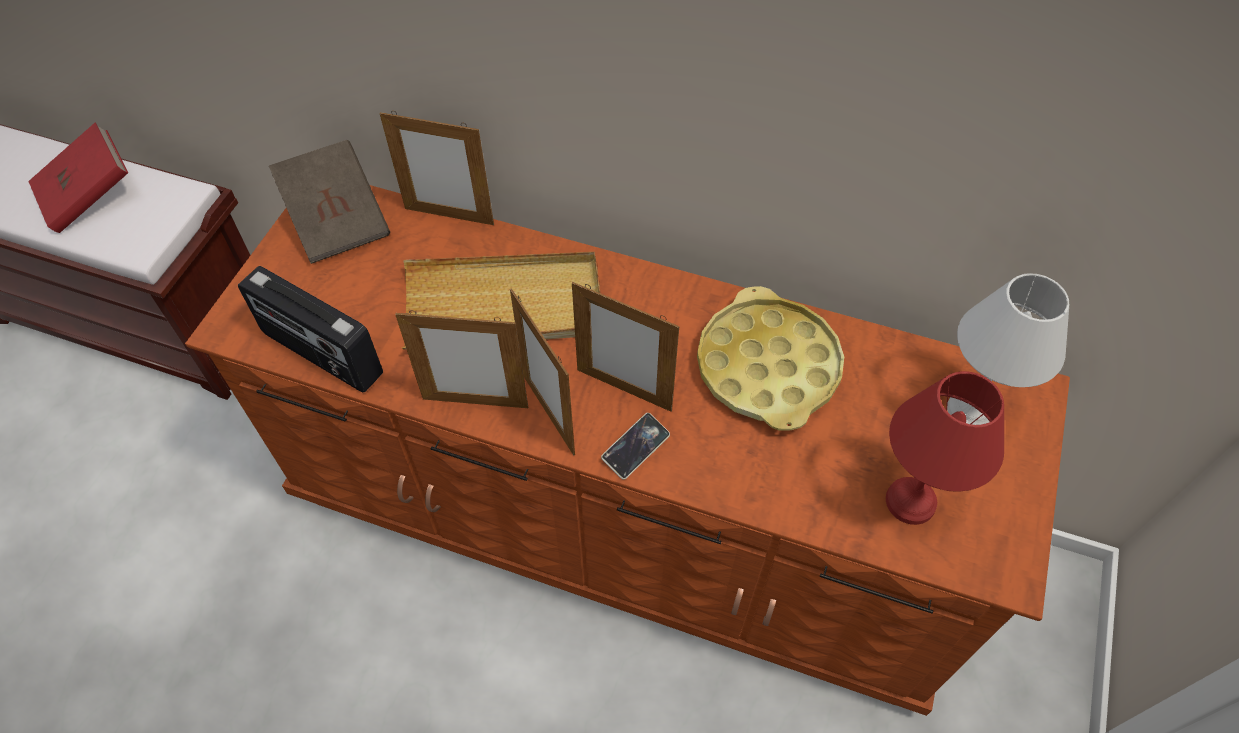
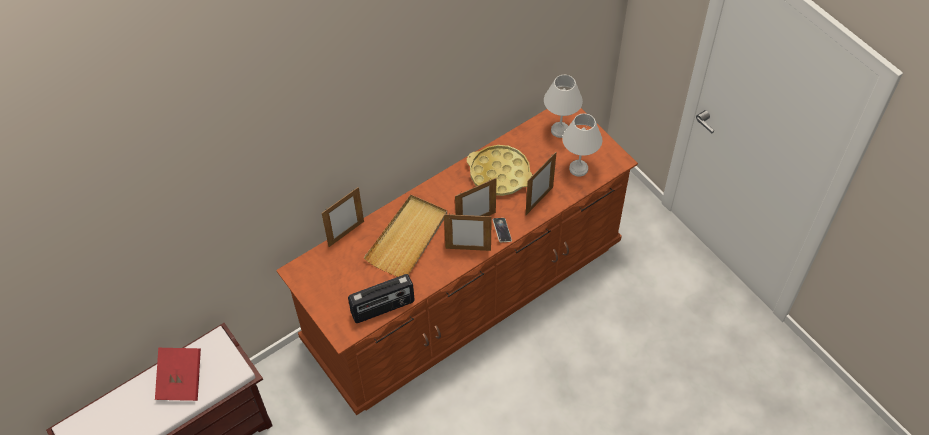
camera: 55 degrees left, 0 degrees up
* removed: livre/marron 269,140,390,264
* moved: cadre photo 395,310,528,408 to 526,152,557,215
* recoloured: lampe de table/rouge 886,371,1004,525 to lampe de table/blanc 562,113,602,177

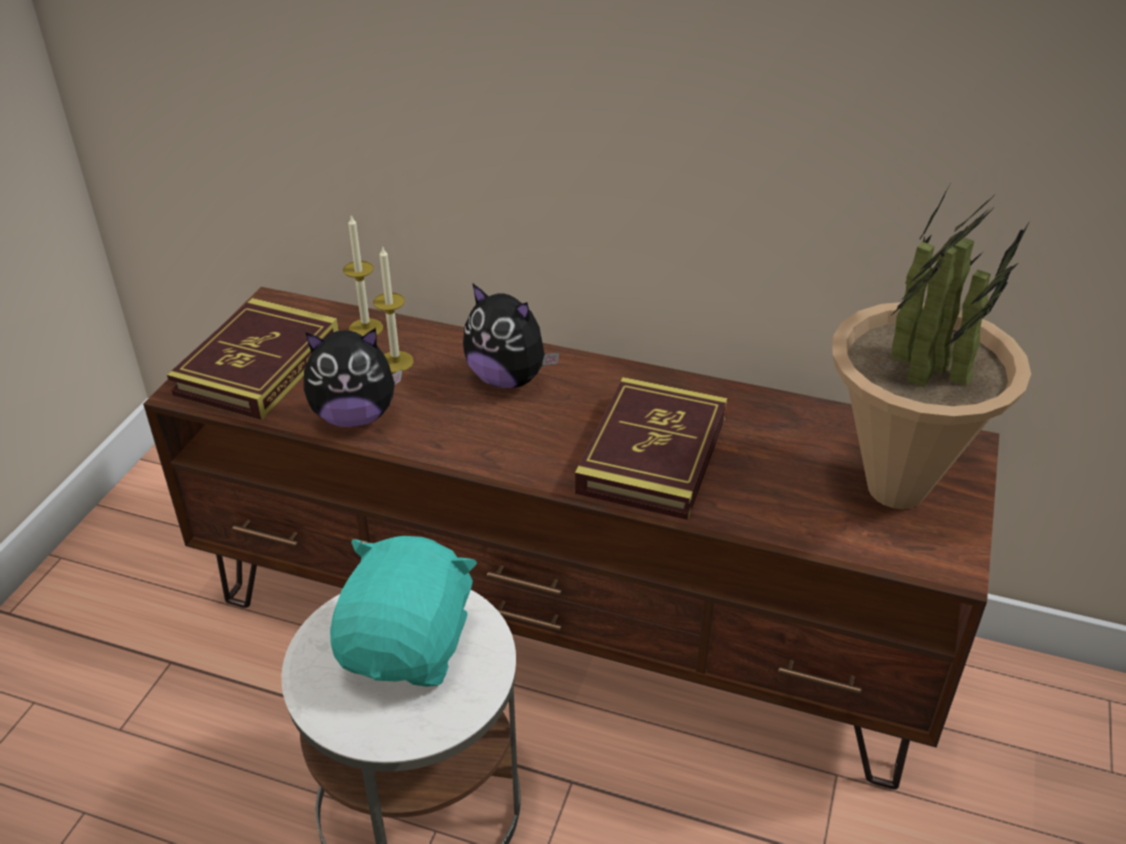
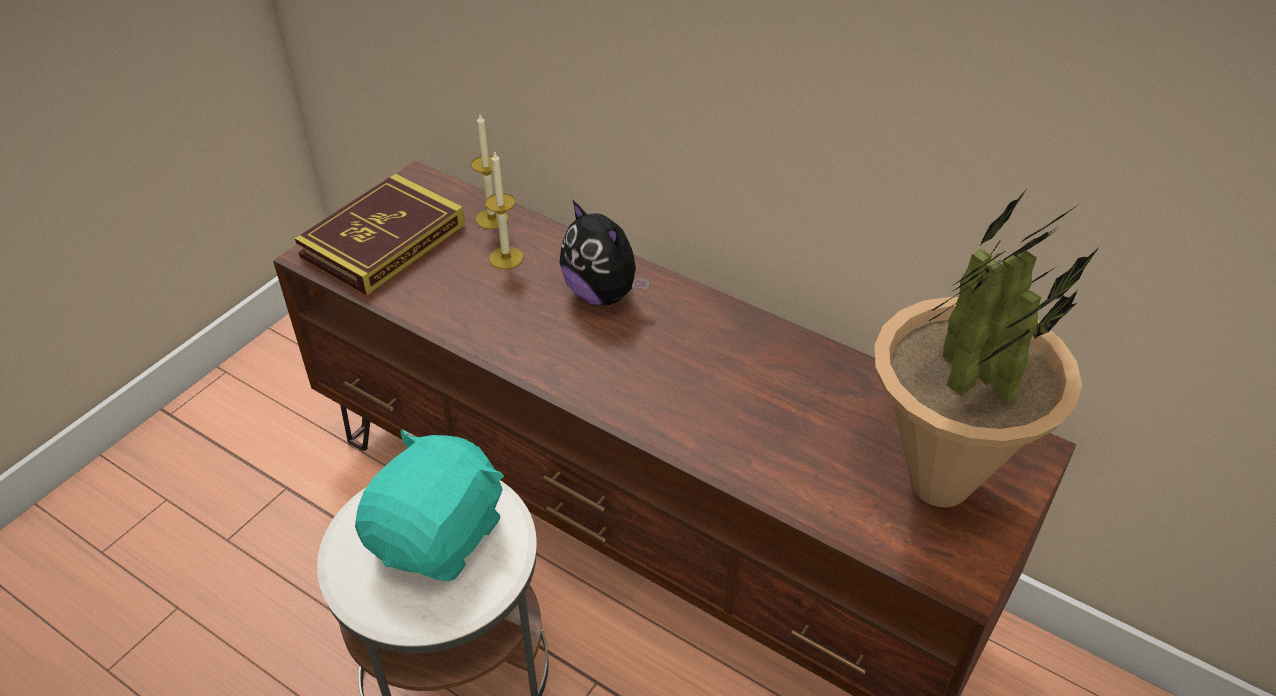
camera: 15 degrees right, 5 degrees up
* removed: peluche 304,328,402,427
* removed: livre 575,377,727,520

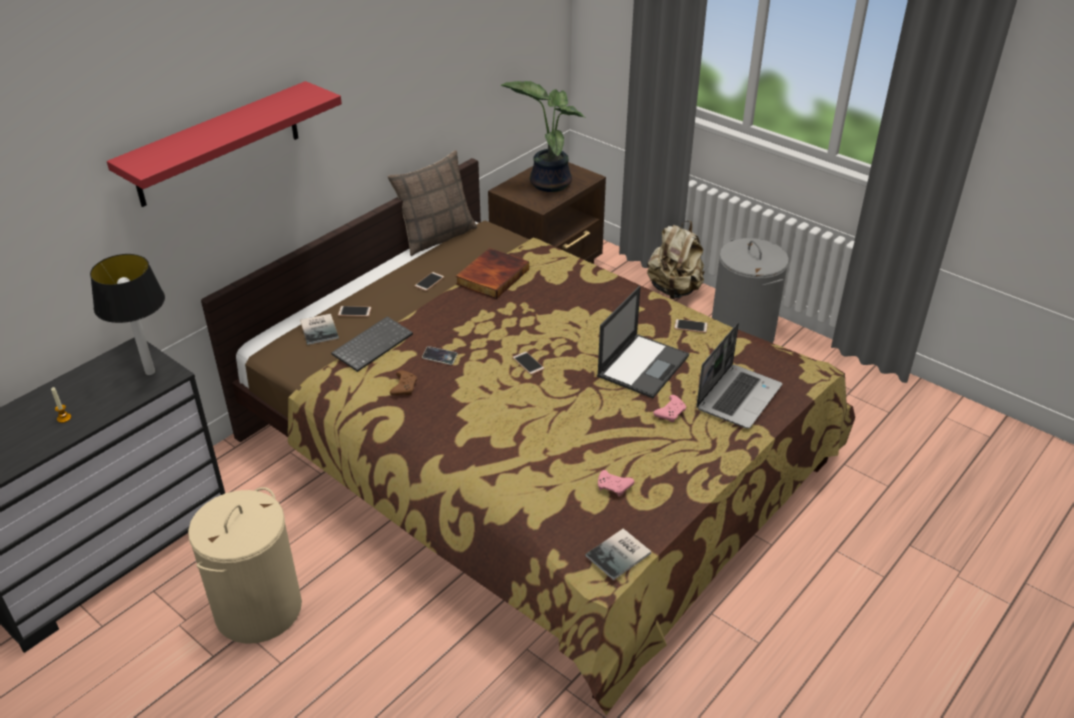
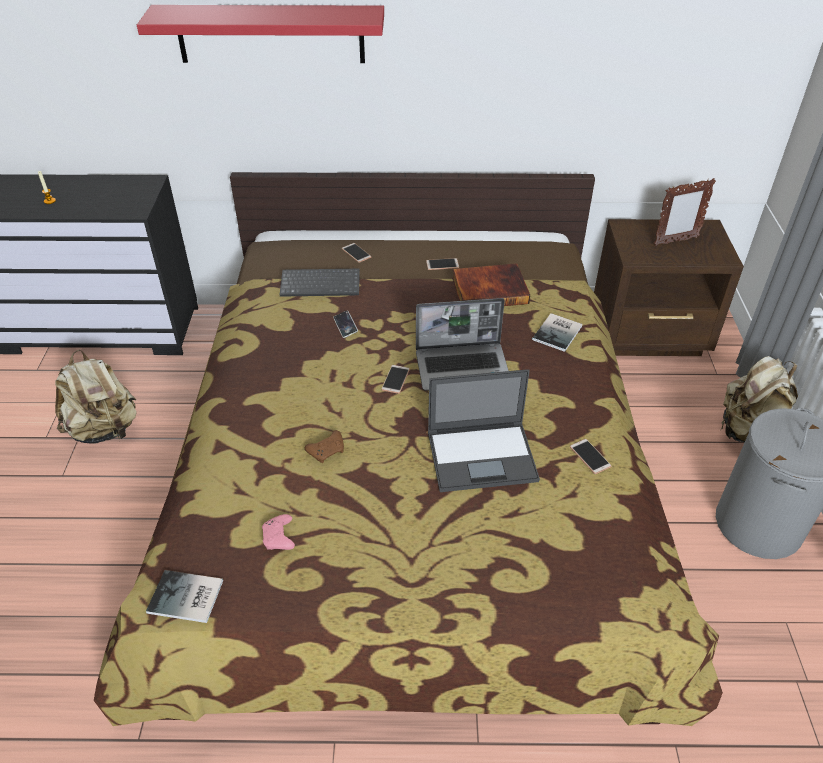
camera: 50 degrees right, 5 degrees up
* removed: lampe de table 90,254,165,375
* replaced: panier à linge/beige 188,487,302,644 to sac à dos/beige 55,349,137,444
* moved: livre 300,314,339,345 to 532,313,582,352
* removed: coussin 387,150,477,256
* moved: manette/marron 390,370,417,396 to 305,430,344,463
* replaced: plante en pot 501,81,586,192 to cadre photo 654,178,716,246
* removed: manette/rose 653,395,686,422
* moved: ordinateur portable 696,323,782,429 to 416,298,509,391

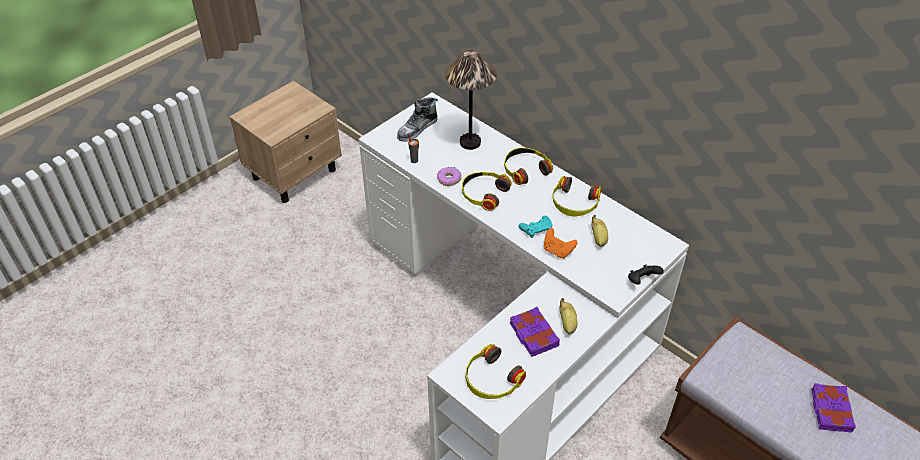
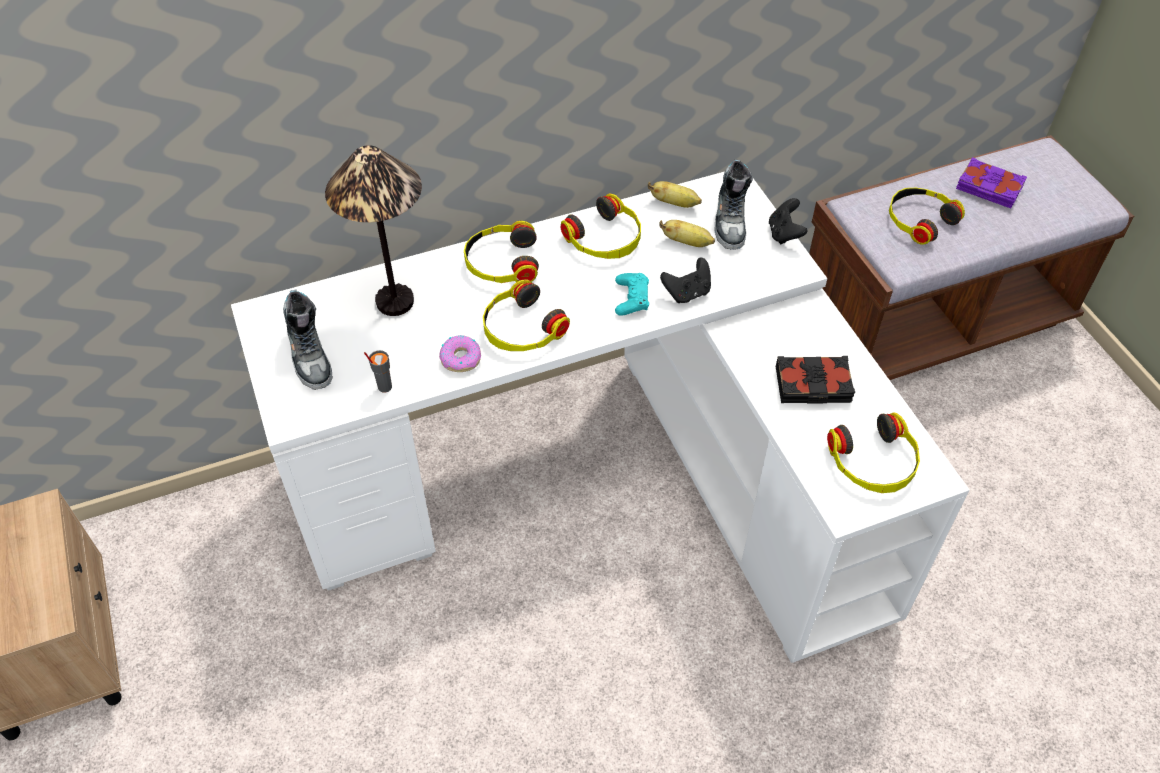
camera: 65 degrees left, 5 degrees up
* recoloured: livre/violet 510,307,560,357 to livre/noir 776,356,855,403
* recoloured: manette/orange 544,228,578,258 to manette/noir 660,258,711,303
* moved: banane 559,298,578,335 to 648,181,702,208
* added: chaussure 714,160,753,250
* added: casque audio 889,188,965,245

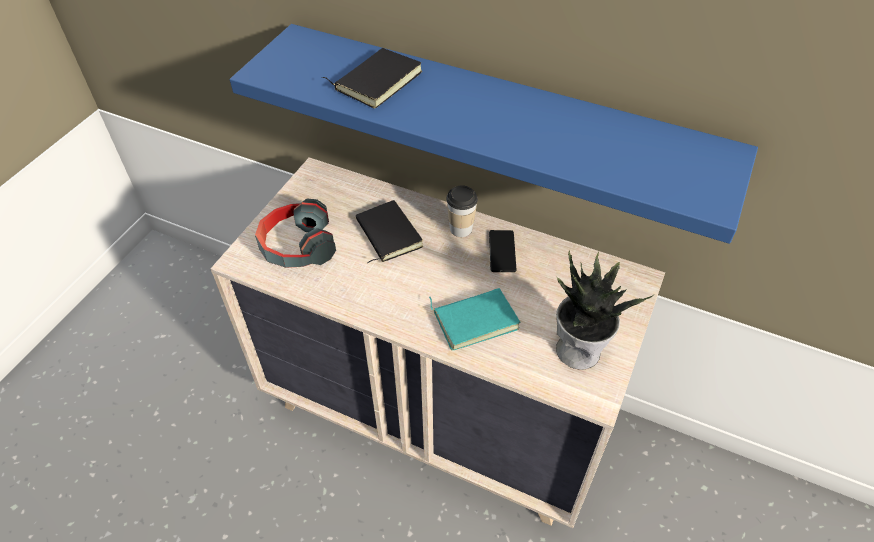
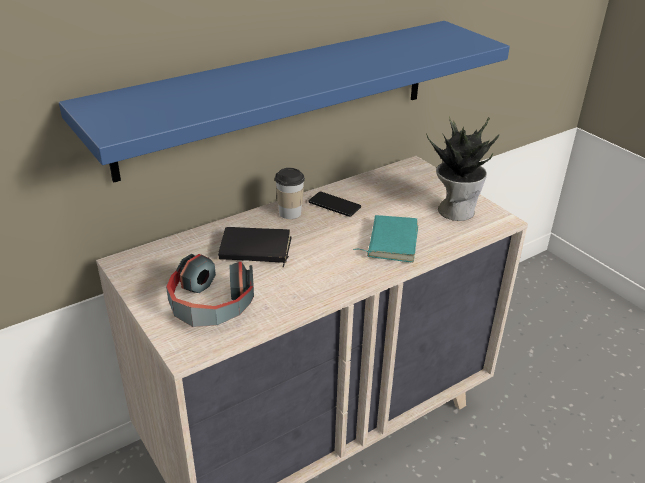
camera: 60 degrees left, 15 degrees down
* removed: livre/noir 322,48,422,108

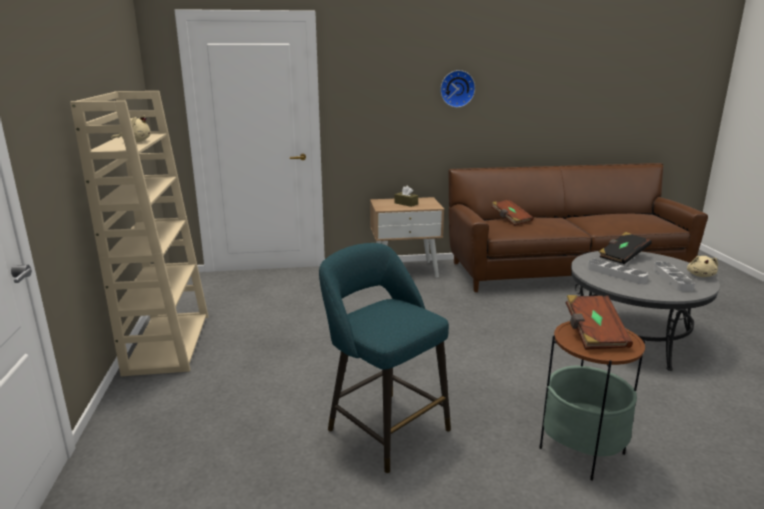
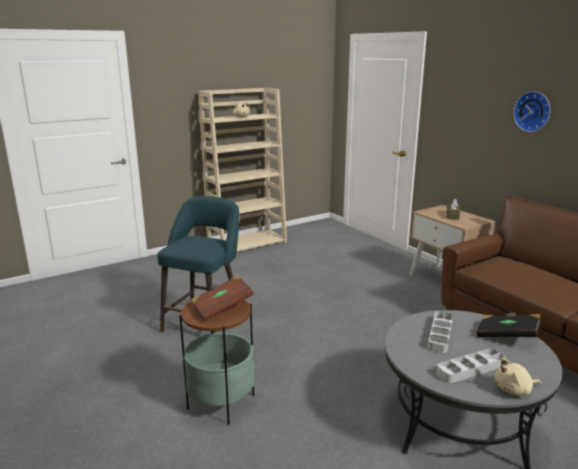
camera: 65 degrees right, 0 degrees up
* removed: livre/marron 491,200,533,226

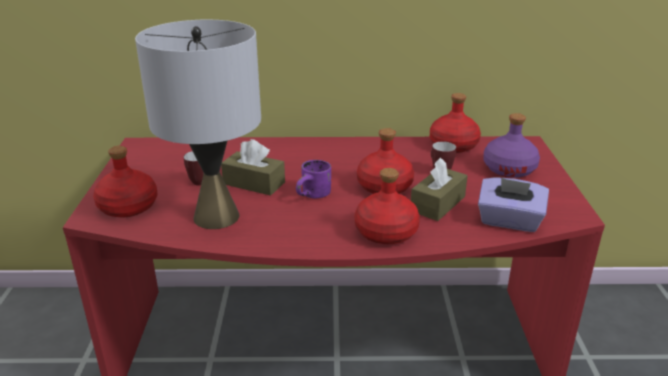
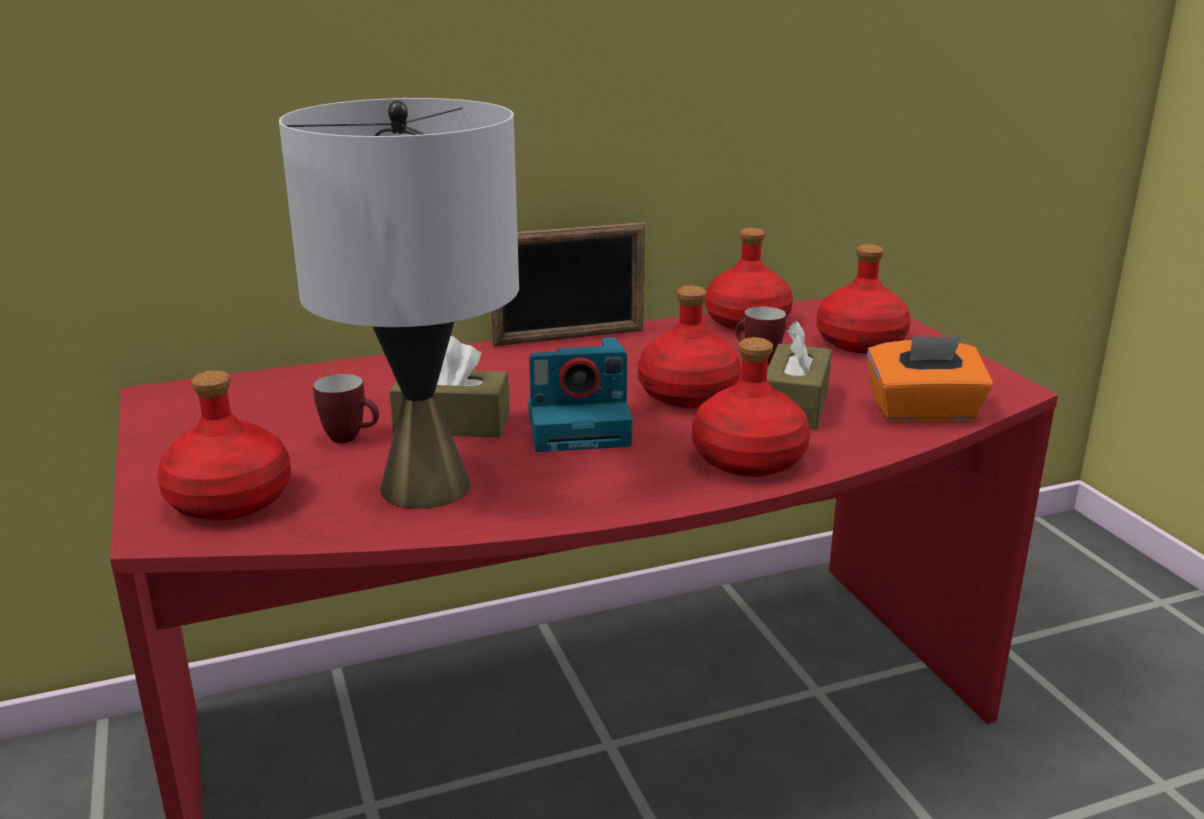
camera: 20 degrees left, 5 degrees down
* replaced: mug/violet 296,160,331,198 to appareil photo 528,337,633,452
* recoloured: boîte à mouchoirs/violet 478,177,549,232 to boîte à mouchoirs/orange 867,336,993,422
* recoloured: bouteille/violet 483,113,540,178 to bouteille/rouge 816,244,911,353
* added: cadre photo 490,222,645,346

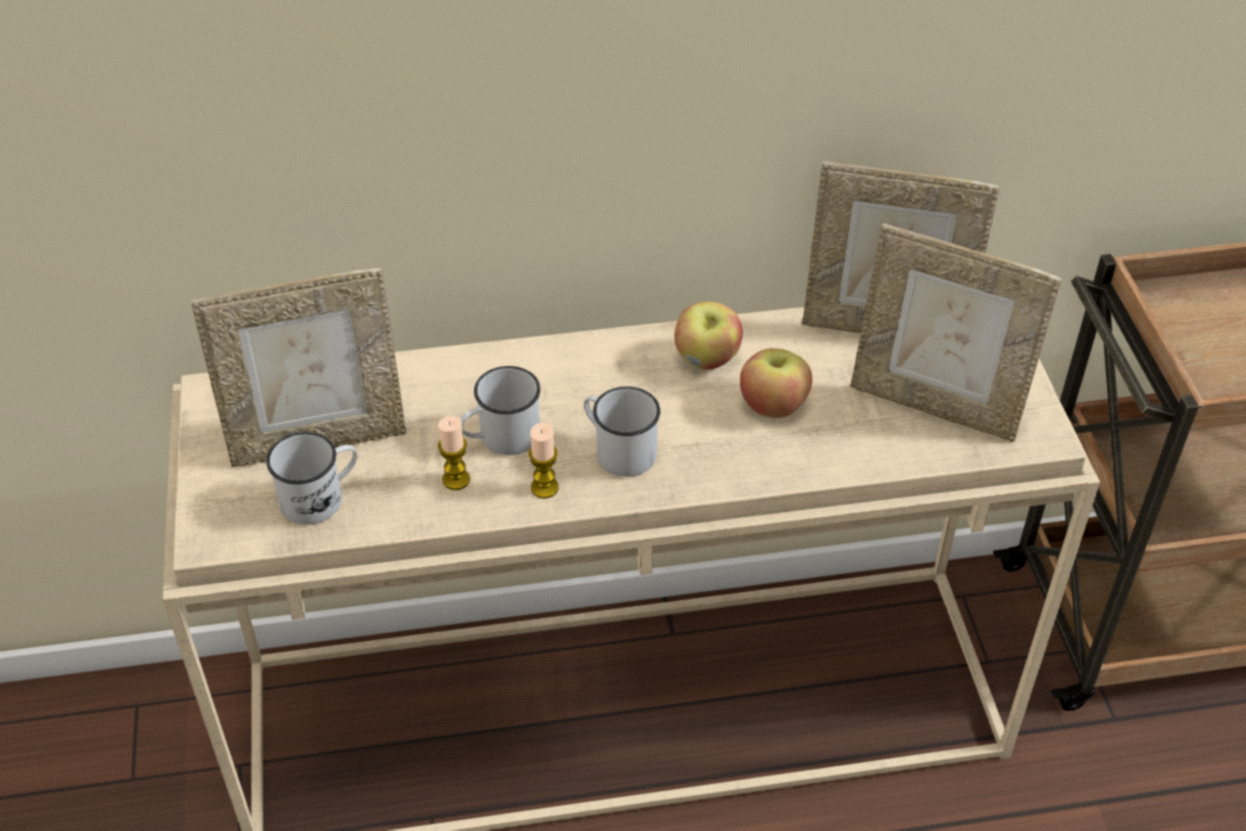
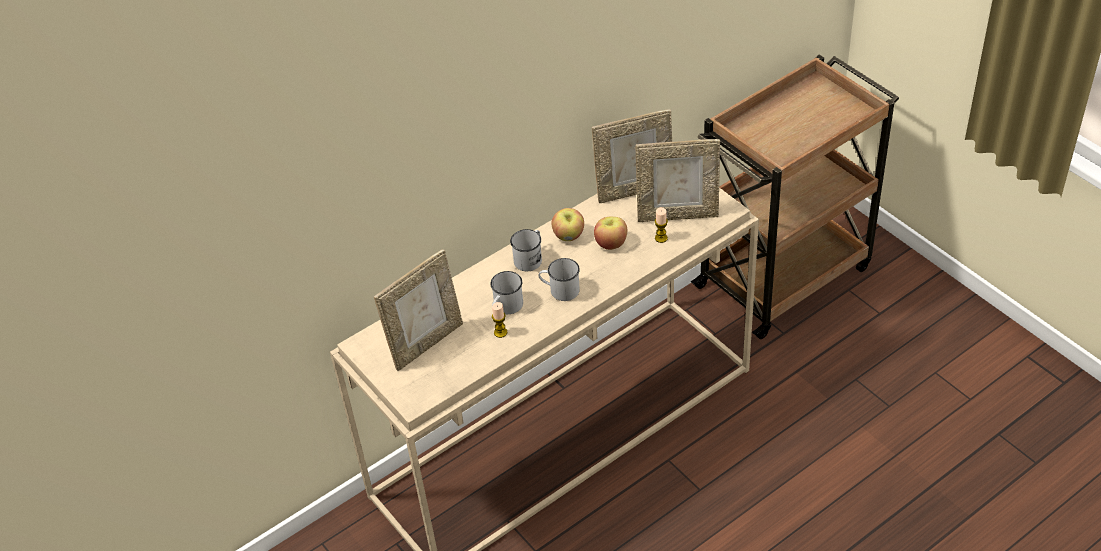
camera: 25 degrees left, 0 degrees up
* moved: mug/blanc 266,432,357,525 to 510,229,542,271
* moved: bougie 529,423,559,498 to 655,207,668,243

